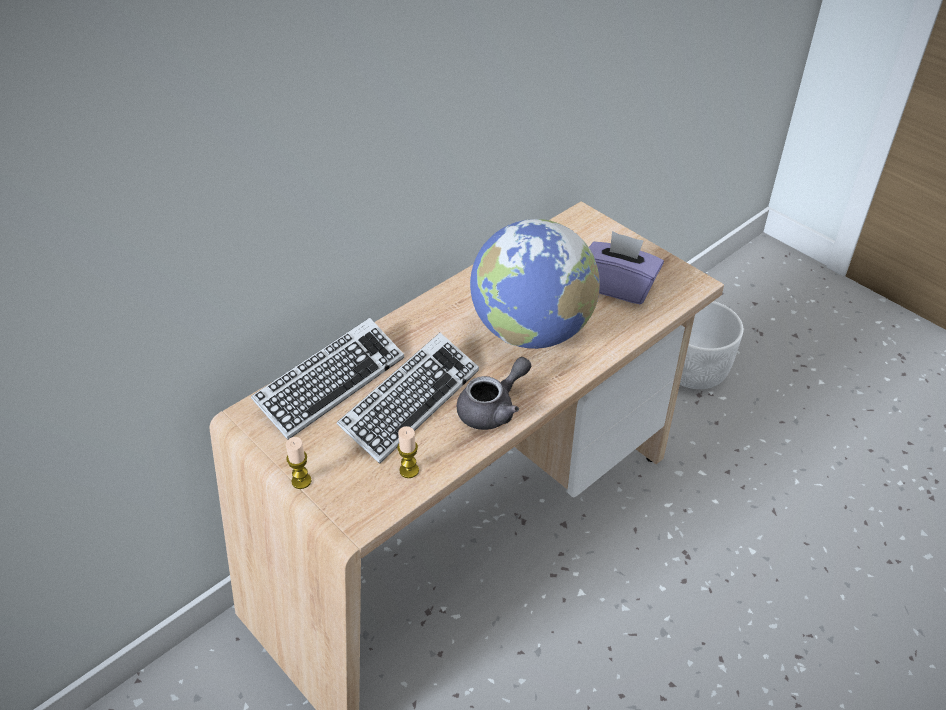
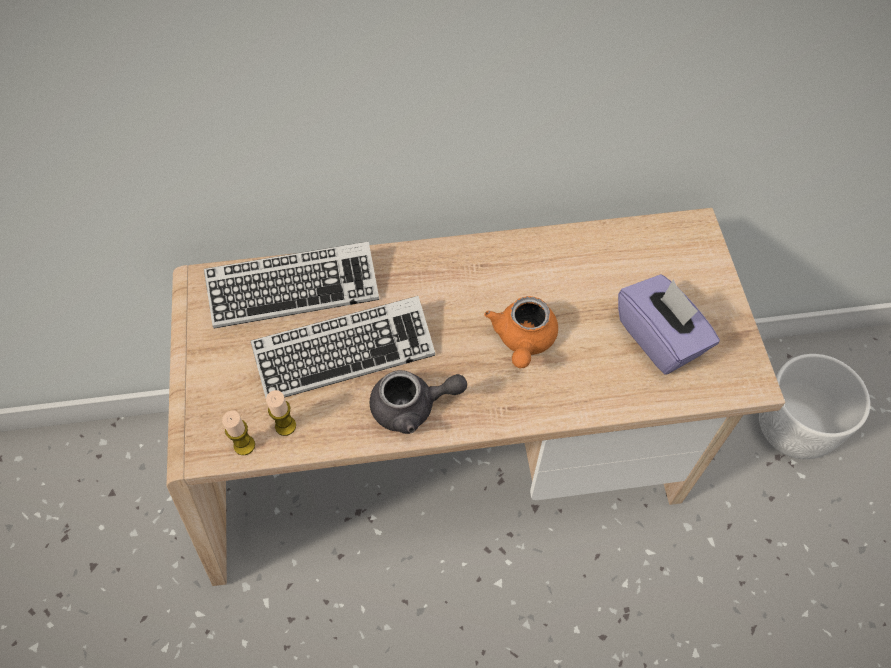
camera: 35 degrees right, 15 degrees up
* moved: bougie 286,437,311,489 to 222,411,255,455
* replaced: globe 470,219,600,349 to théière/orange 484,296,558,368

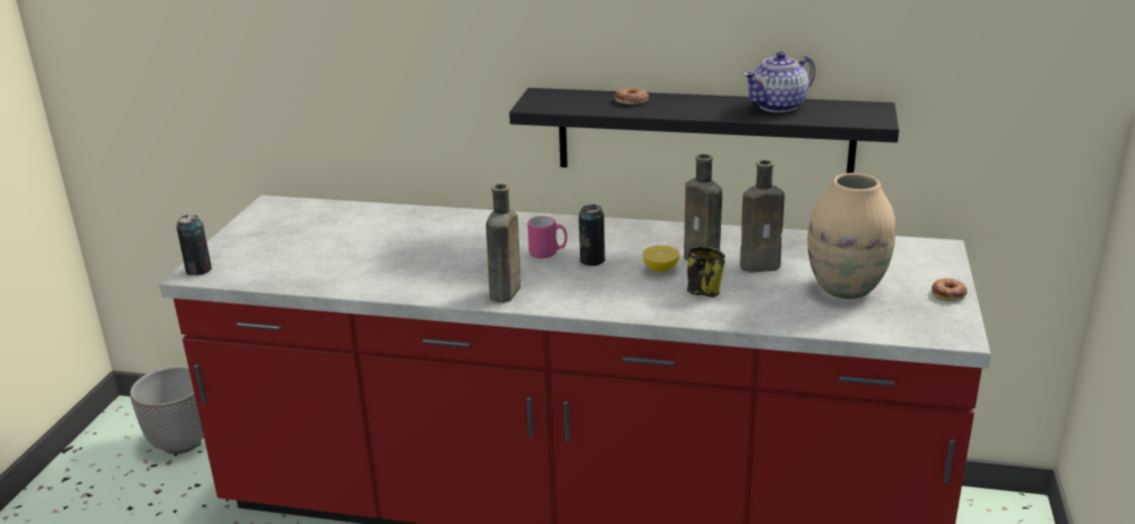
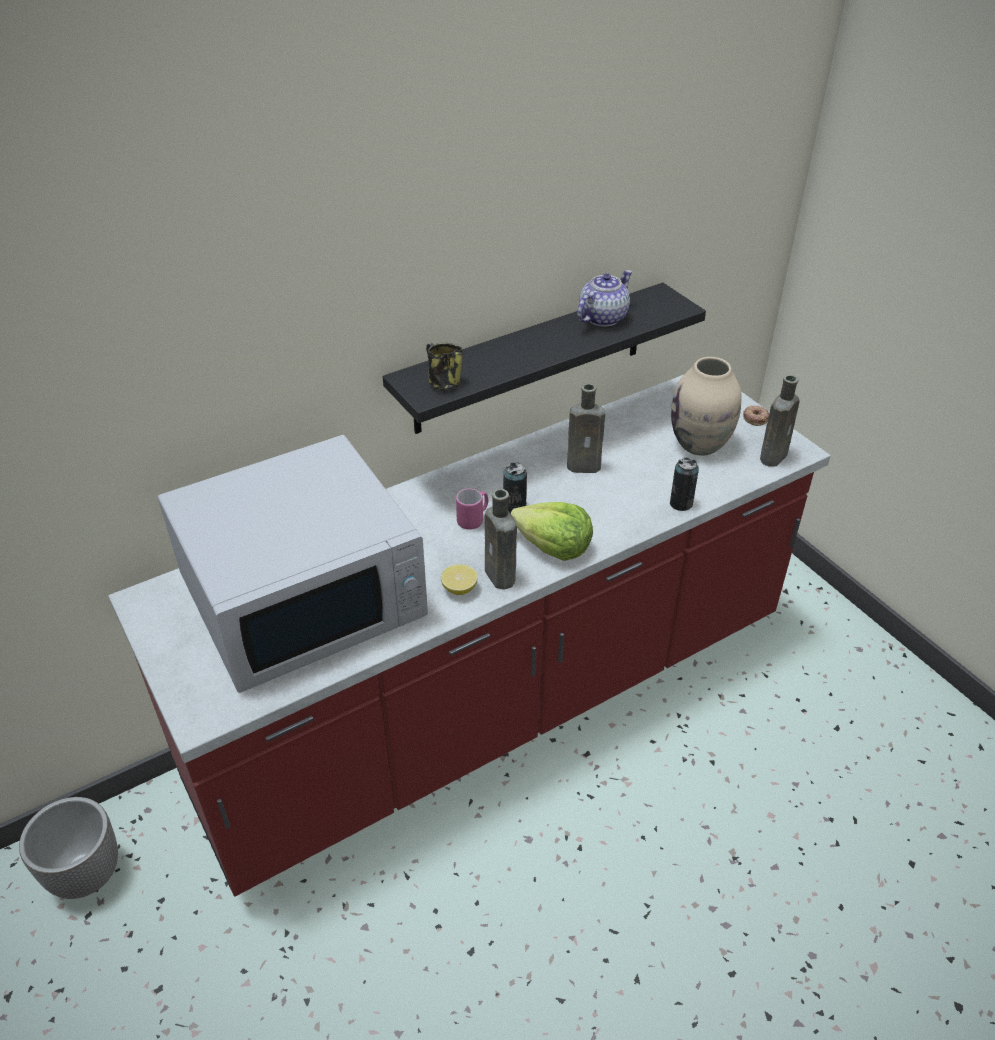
camera: 45 degrees left, 15 degrees up
* moved: boîte métallique 177,215,212,275 to 670,457,699,511
* removed: beignet 615,88,649,104
* moved: citron 642,245,680,272 to 441,564,478,595
* moved: mug 687,245,726,297 to 426,343,463,390
* moved: bouteille/marron 740,160,785,273 to 760,375,800,467
* turned: théière 743,52,815,113 = 577,270,632,326 150 degrees counterclockwise
* added: micro-ondes/blanc 158,435,428,693
* added: laitue 510,502,593,561

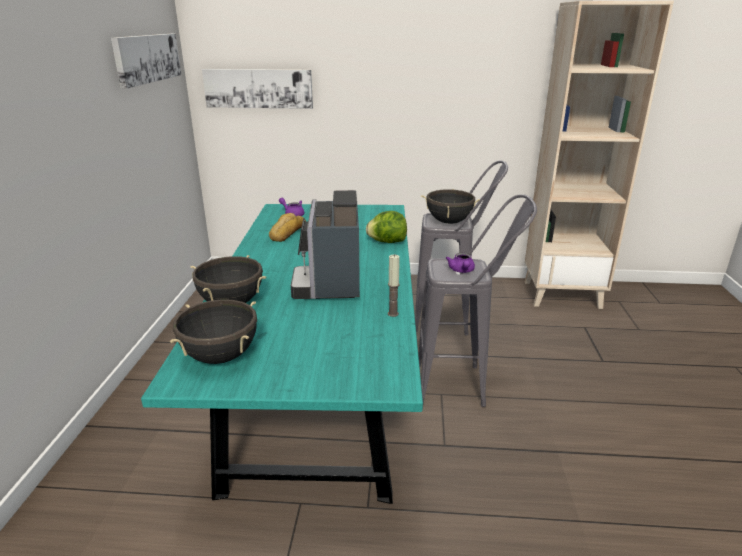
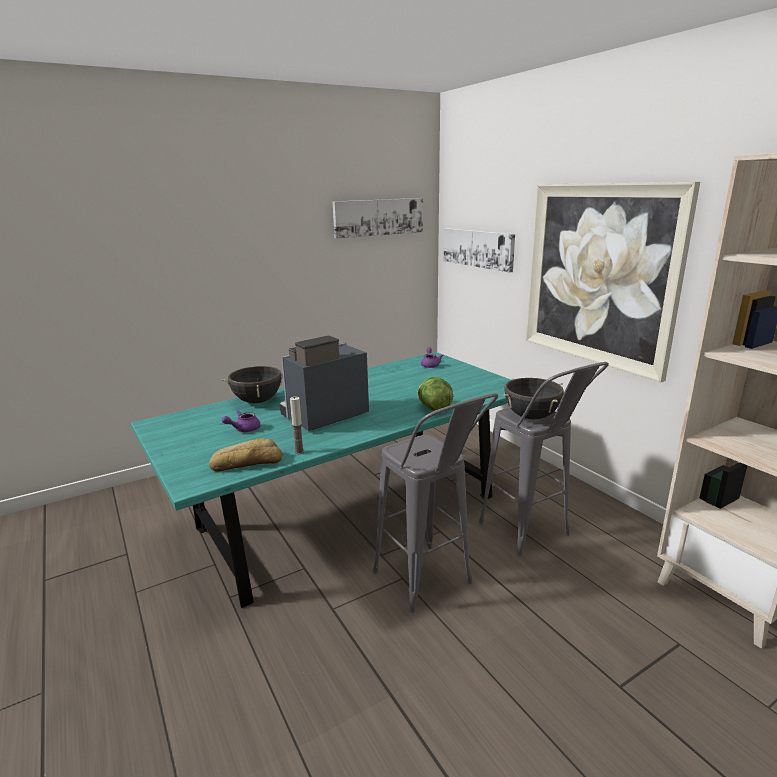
camera: 55 degrees right, 5 degrees down
* removed: marmite/noir 169,299,257,364
* moved: pain 269,213,306,242 to 209,438,283,472
* moved: théière/violet 446,253,475,273 to 222,411,260,432
* added: tableau 525,182,700,383

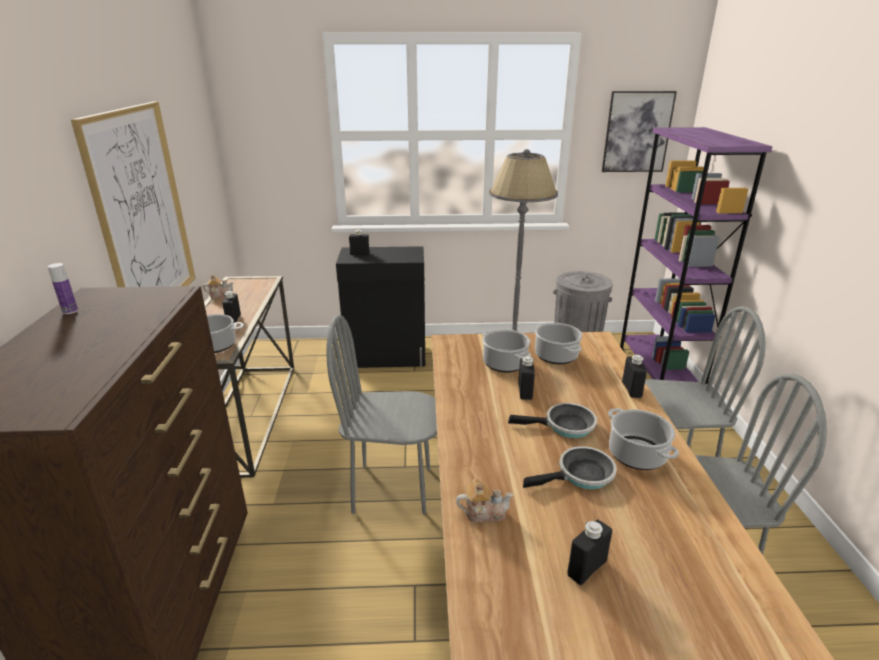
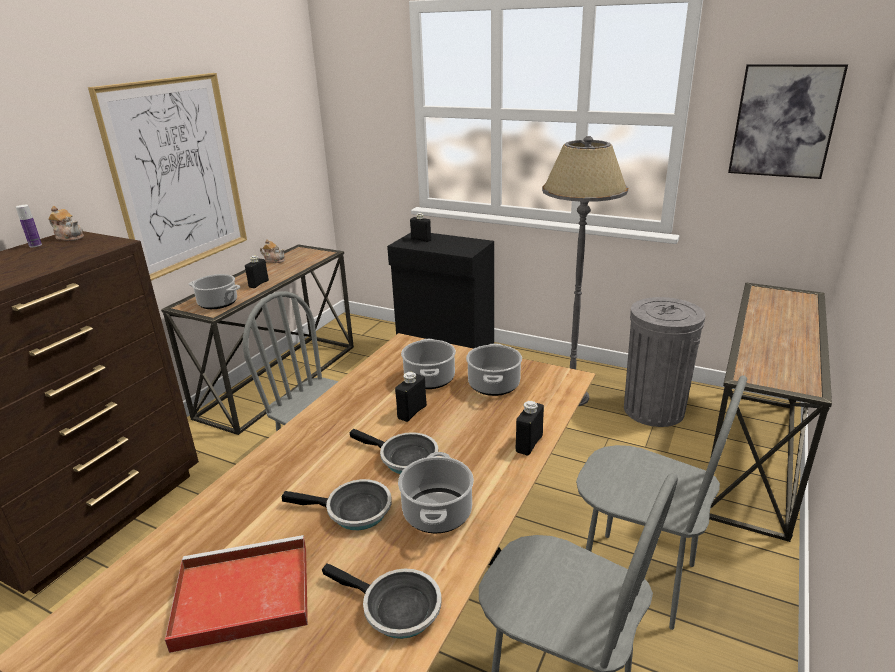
camera: 30 degrees right, 0 degrees up
* moved: théière 456,479,514,523 to 48,206,84,241
* replaced: bouteille/noir 567,520,612,585 to plateau/rouge 165,535,308,653
* replaced: bibliothèque/violet 620,127,773,384 to table console 709,283,832,542
* added: poêle 322,563,441,639

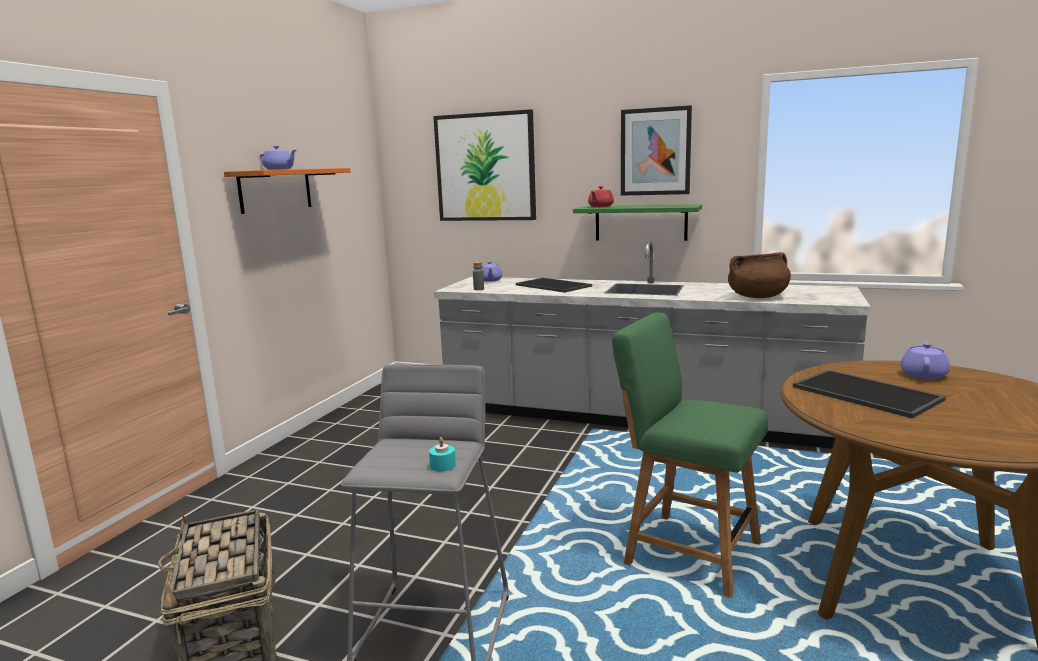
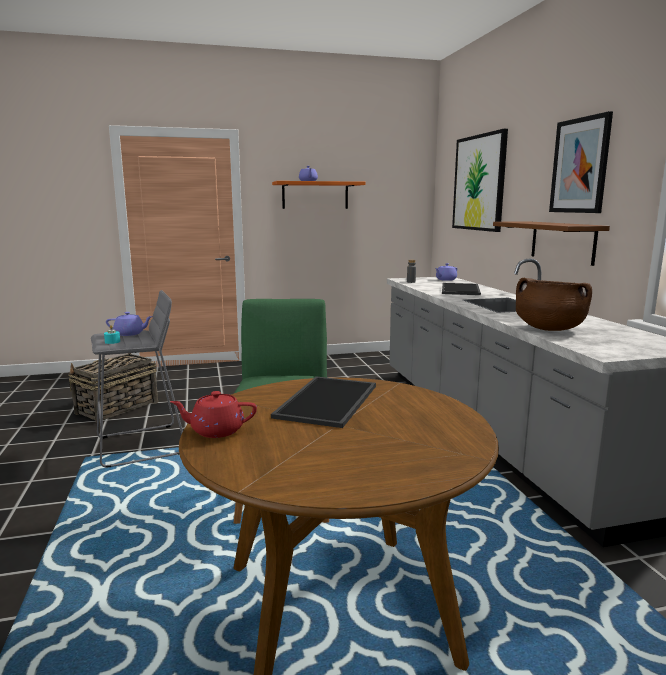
camera: 55 degrees right, 0 degrees up
* recoloured: étagère/vert 573,204,702,241 to étagère/marron 493,221,610,266
* moved: théière/rouge 588,186,614,207 to 170,391,257,438
* moved: théière/violet 900,342,950,380 to 106,312,153,336

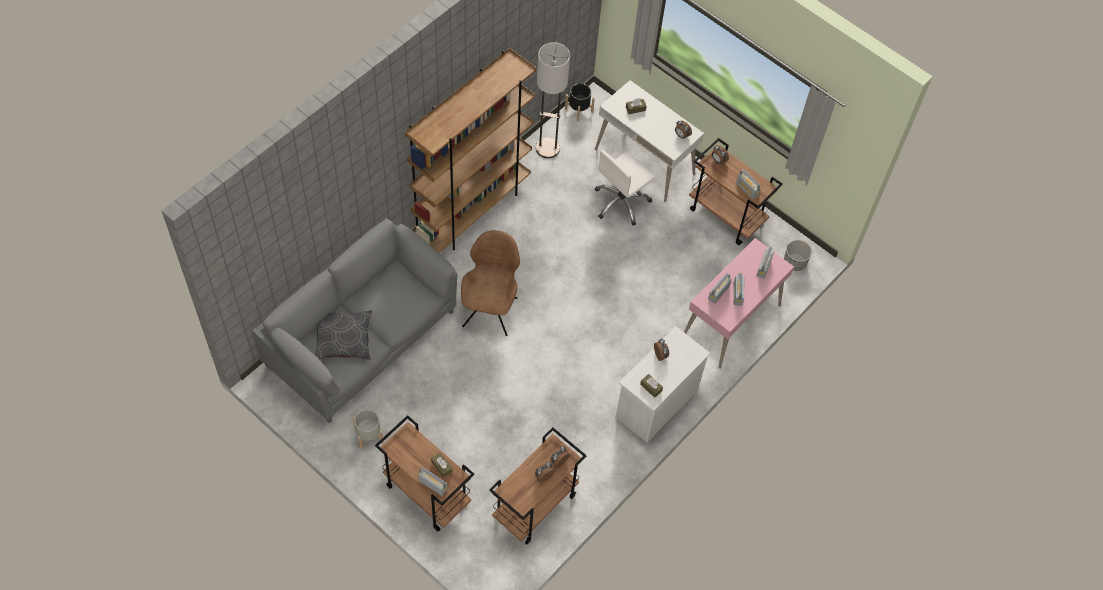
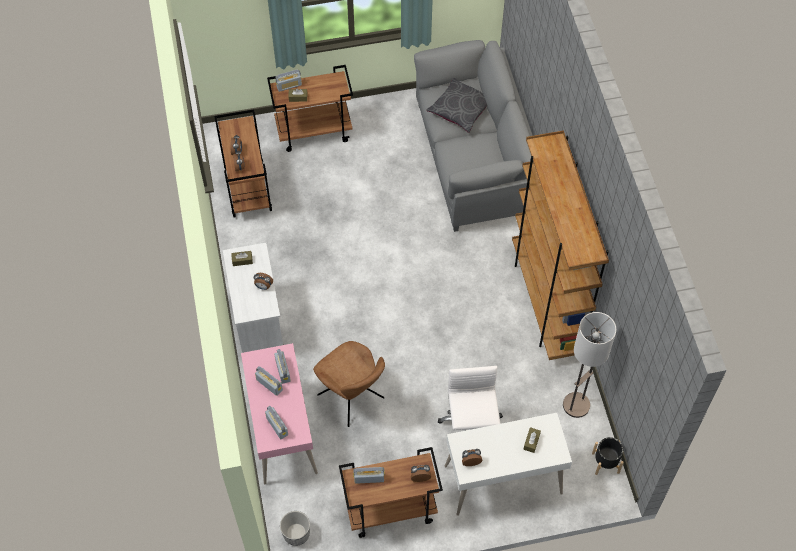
camera: 130 degrees right, 0 degrees up
* removed: cache-pot/gris 353,410,384,449
* moved: chaise/marron 461,230,520,336 to 313,341,385,427

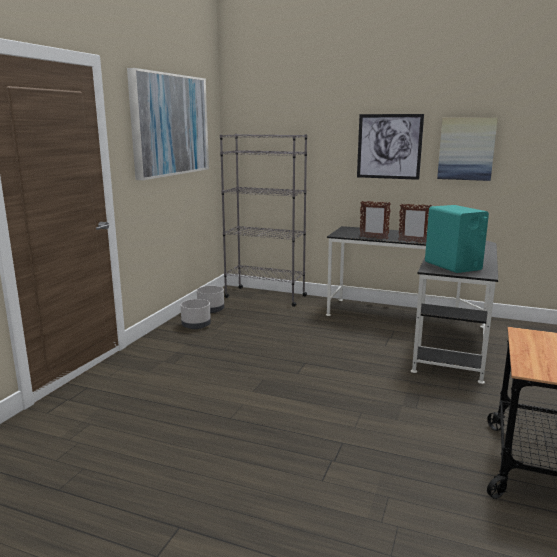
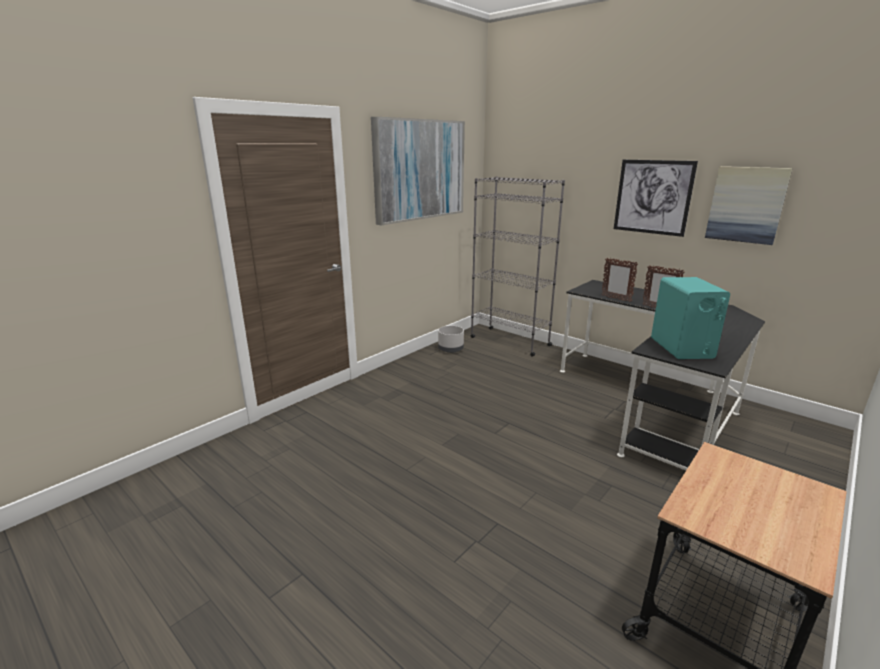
camera: 20 degrees right, 5 degrees up
* removed: cache-pot/gris 181,299,211,329

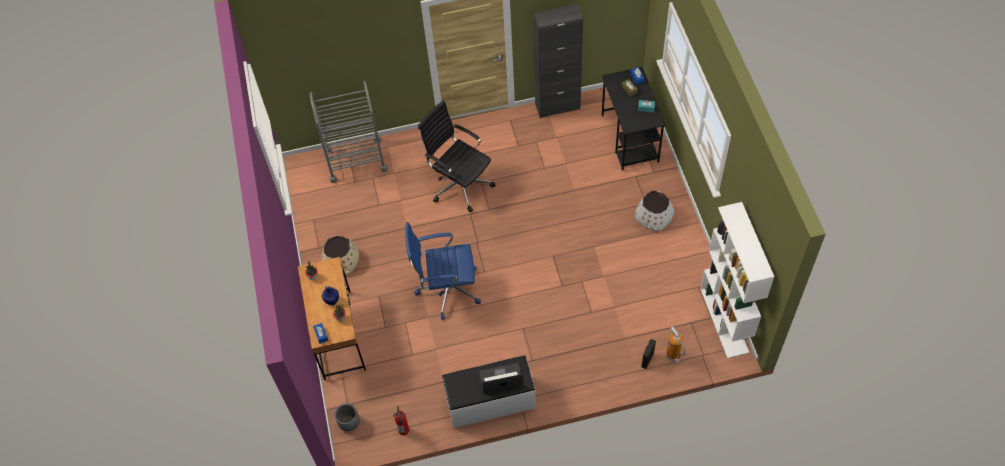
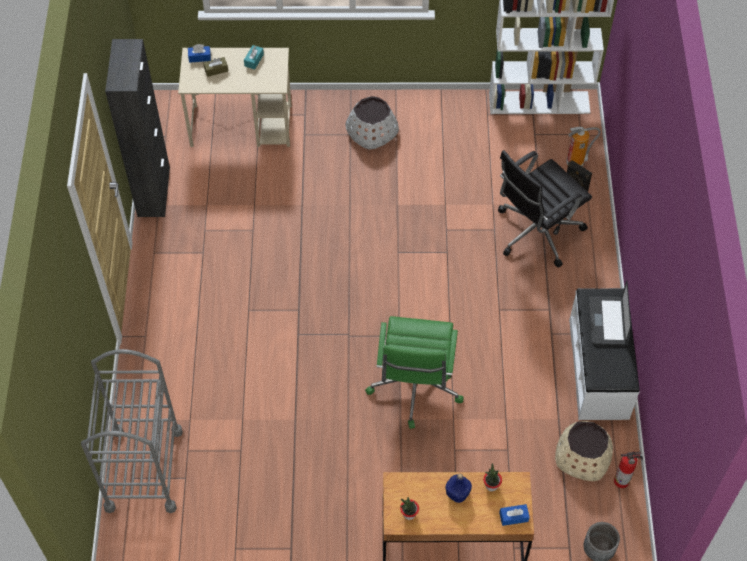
camera: 80 degrees left, 0 degrees up
* moved: cache-pot/beige 322,236,359,274 to 555,421,613,481
* recoloured: chaise de bureau/bleu 405,222,481,320 to chaise de bureau/vert 365,316,464,429
* moved: chaise de bureau/noir 418,101,496,212 to 498,150,592,268
* recoloured: bureau/noir 602,67,666,171 to bureau/beige 178,48,292,147

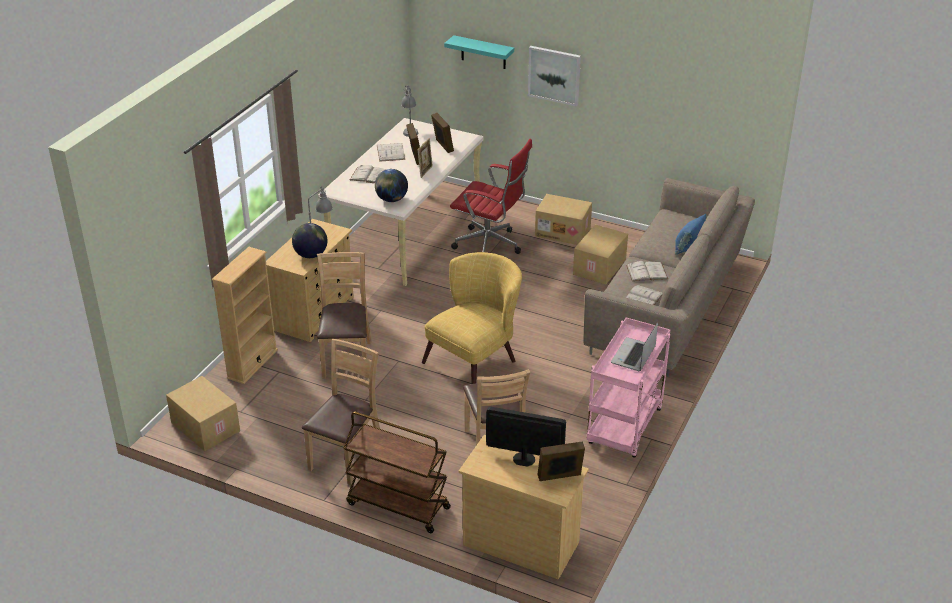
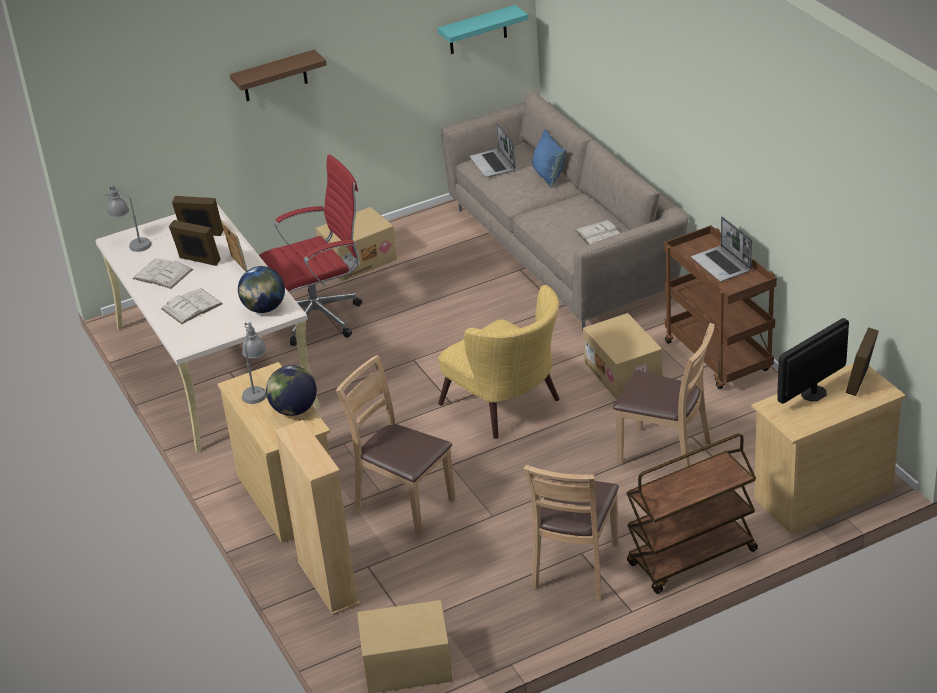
camera: 50 degrees left, 0 degrees up
* turned: chaise/marron 302,339,380,485 = 524,465,619,601 135 degrees counterclockwise
* turned: fauteuil/jaune 422,252,522,384 = 438,285,559,439 150 degrees clockwise
* moved: étagère/turquoise 444,35,514,69 to 438,5,528,54
* replaced: tableau 528,46,581,107 to étagère/marron 230,49,326,101
* moved: carton 573,225,628,285 to 583,313,663,400
* recoloured: chariot/rose 587,317,671,458 to chariot/marron 664,225,777,389
* removed: livre/blanc 626,261,668,281
* added: ordinateur portable 469,123,516,177

